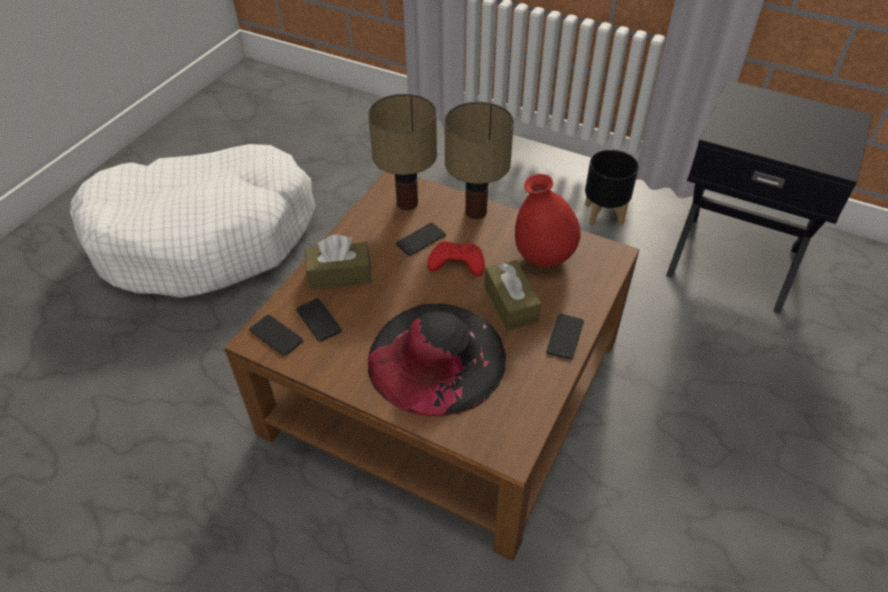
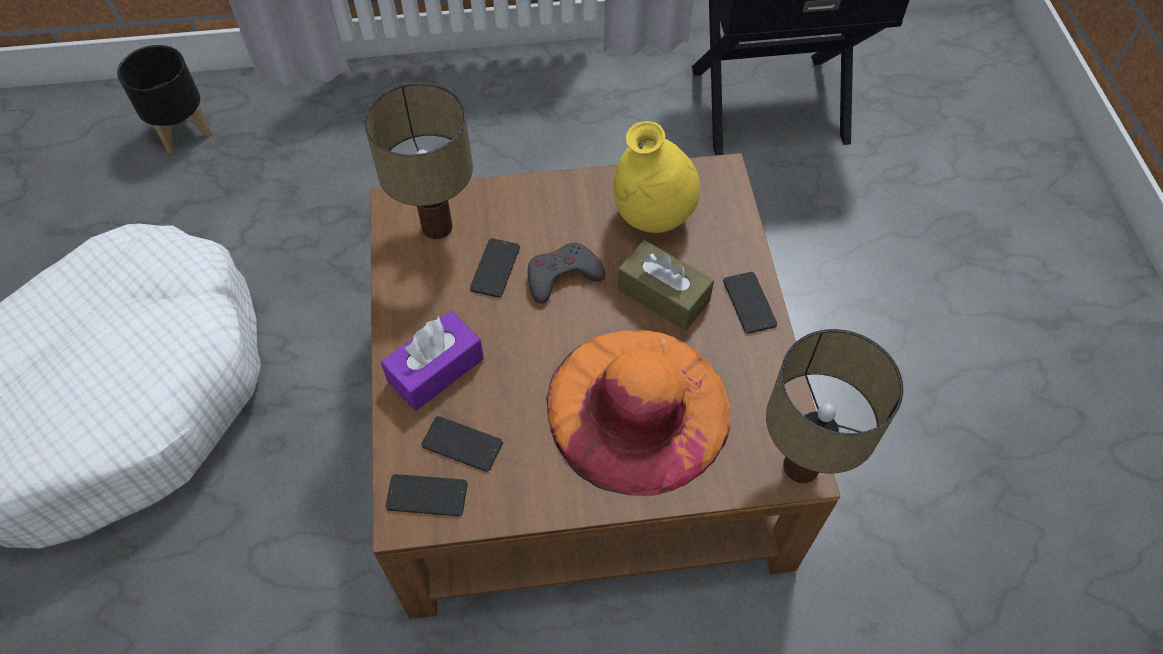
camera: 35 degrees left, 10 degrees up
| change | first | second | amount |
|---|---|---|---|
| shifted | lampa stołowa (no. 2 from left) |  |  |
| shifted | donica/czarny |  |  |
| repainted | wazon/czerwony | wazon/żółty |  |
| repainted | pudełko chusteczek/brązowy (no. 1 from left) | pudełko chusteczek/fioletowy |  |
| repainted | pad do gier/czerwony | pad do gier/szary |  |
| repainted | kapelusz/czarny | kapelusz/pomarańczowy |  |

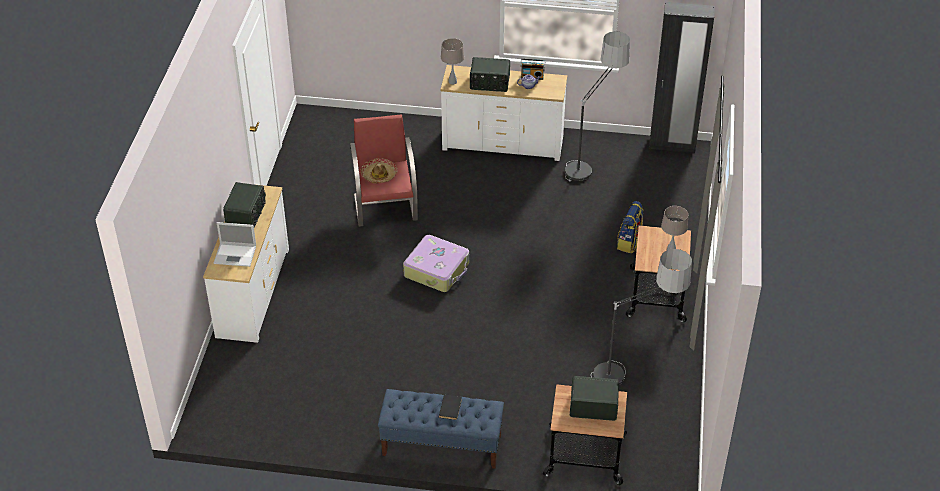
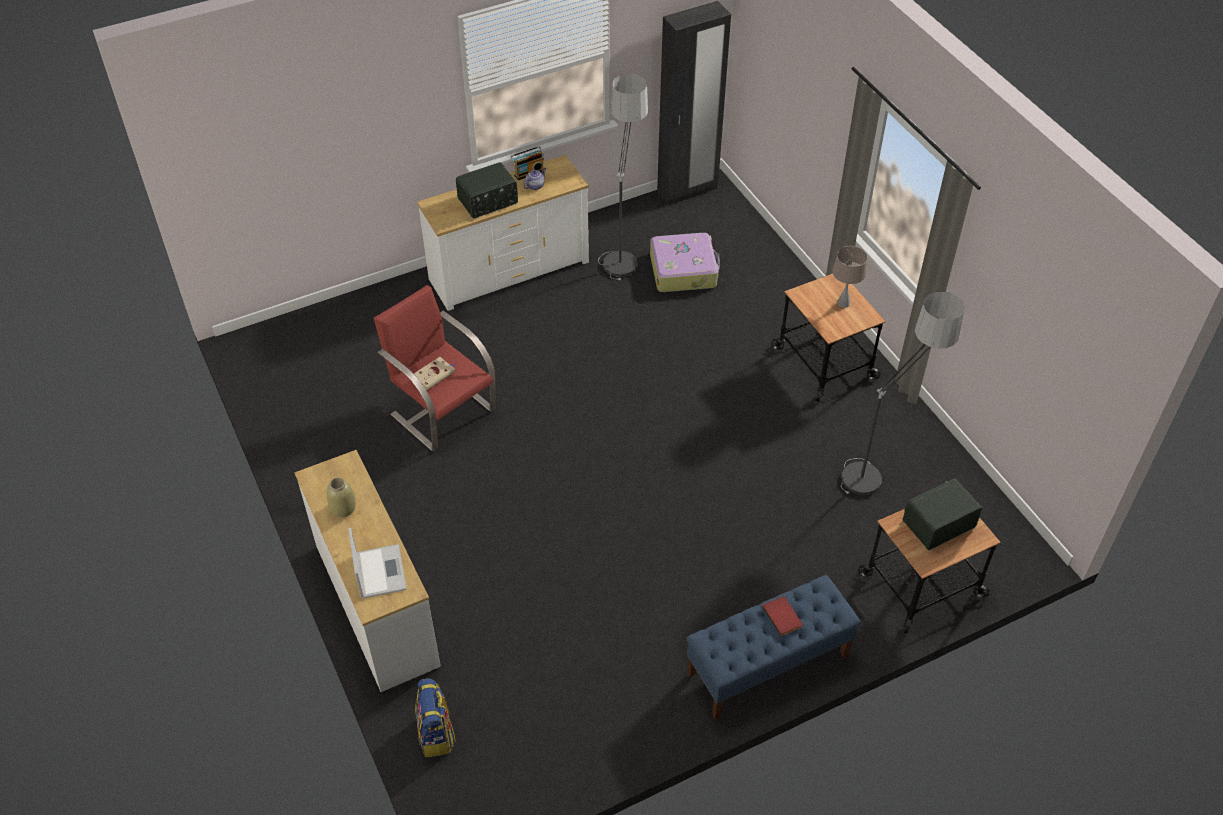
camera: 35 degrees left, 5 degrees up
| change | first | second | amount |
|---|---|---|---|
| gone | lampa stołowa/beżowy (no. 1 from left) |  |  |
| swapped | kapelusz | książka/beżowy |  |
| swapped | radio (no. 1 from left) | wazon/beżowy |  |
| shifted | plecak |  |  |
| rotated | laptop |  | 75 degrees counterclockwise |
| shifted | walizka |  |  |
| repainted | książka/czarny | książka/czerwony |  |

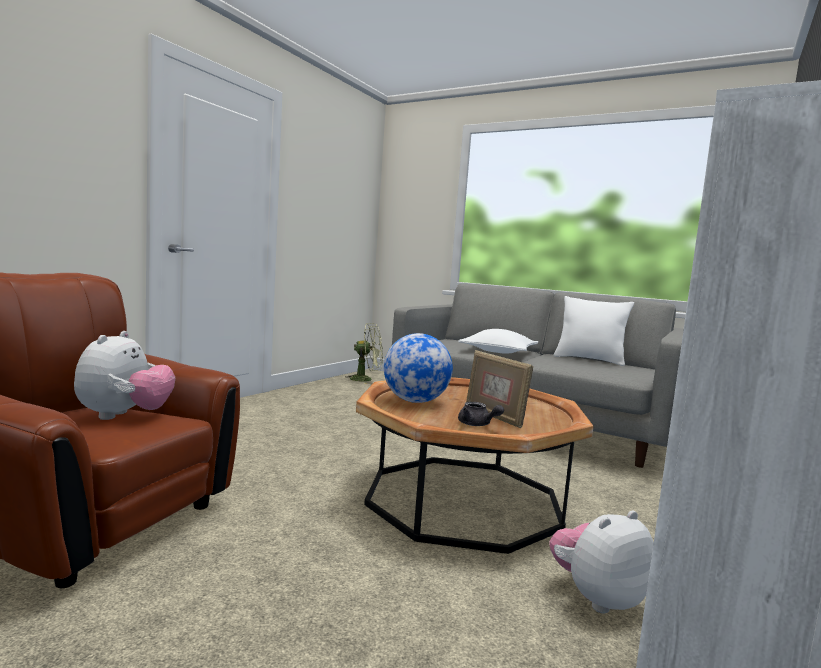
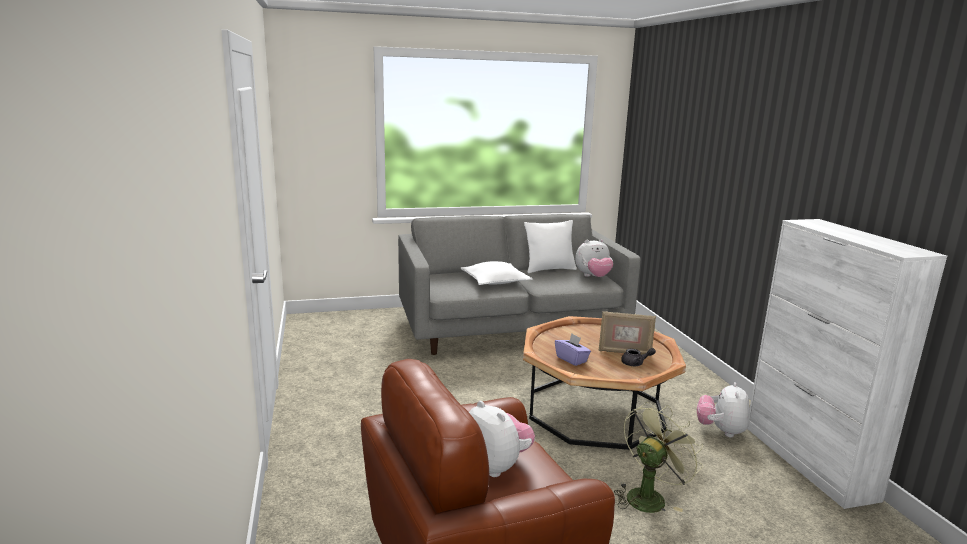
camera: 45 degrees left, 10 degrees up
| change | first | second | amount |
|---|---|---|---|
| shifted | wentylator/zielony |  |  |
| swapped | globus | pudełko chusteczek/fioletowy |  |
| new |  | pluszak (no. 2 from left) |  |

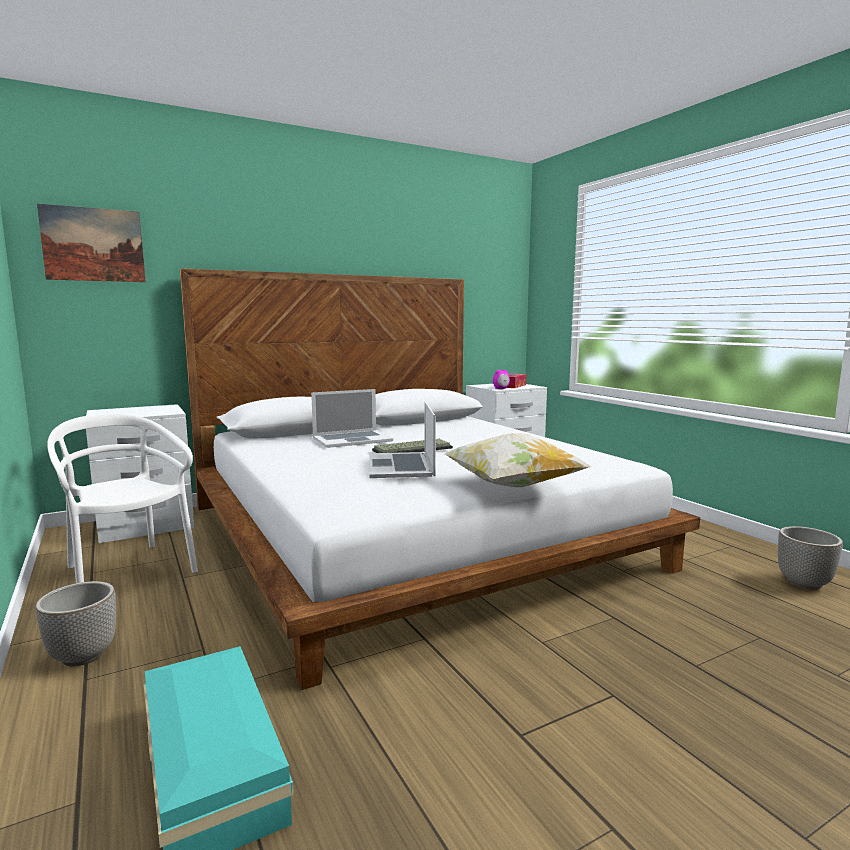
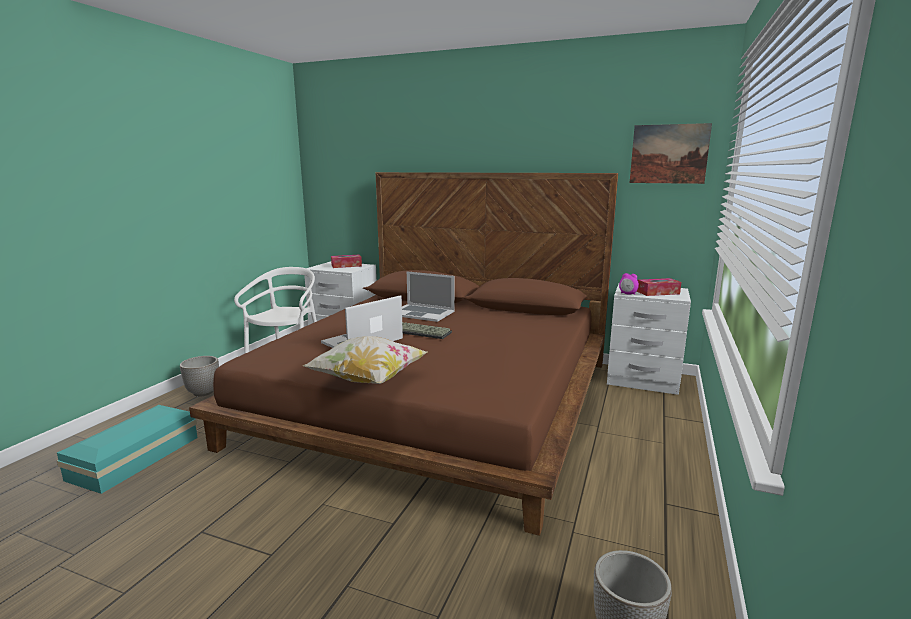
camera: 50 degrees right, 5 degrees up
| change | first | second | amount |
|---|---|---|---|
| shifted | obraz |  |  |
| repainted | łóżko/biały | łóżko/brązowy |  |
| new |  | pudełko chusteczek (no. 1 from left) |  |

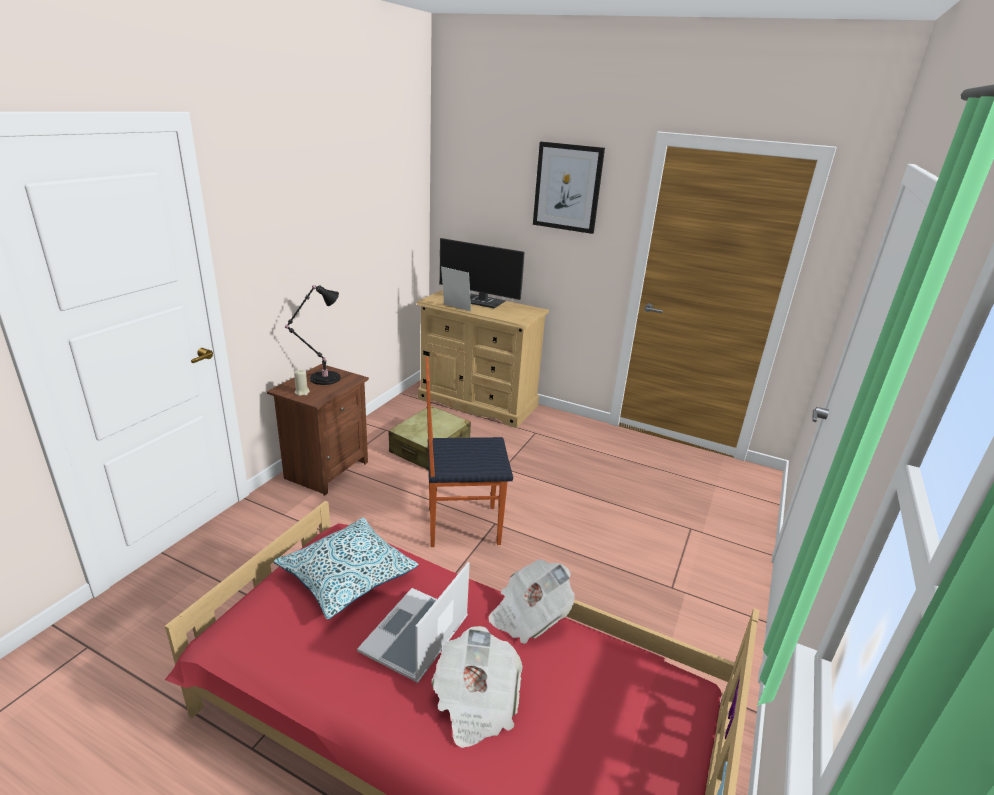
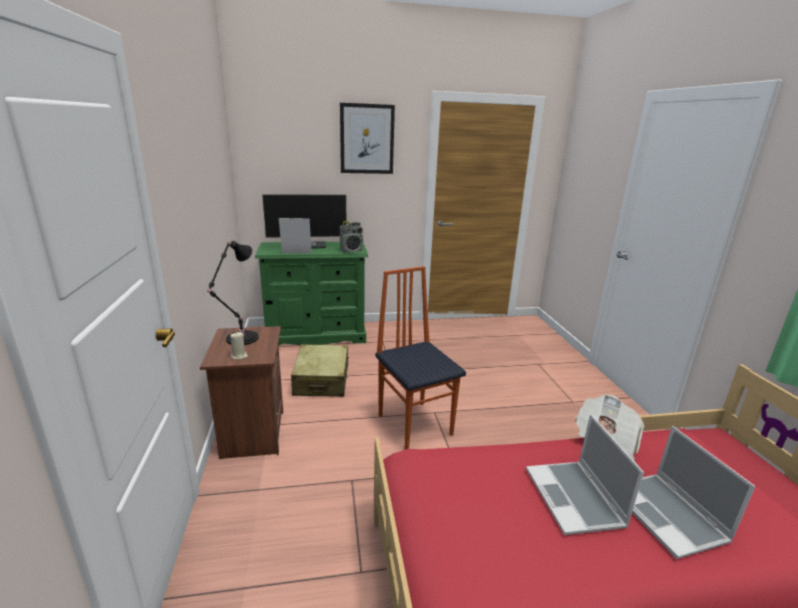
camera: 35 degrees left, 5 degrees down
| change | first | second | amount |
|---|---|---|---|
| repainted | komoda/beżowy | komoda/zielony |  |
| rotated | krzesło |  | 105 degrees clockwise |
| gone | poduszka |  |  |
| swapped | gazeta (no. 1 from left) | laptop (no. 2 from left) |  |
| new |  | radio |  |

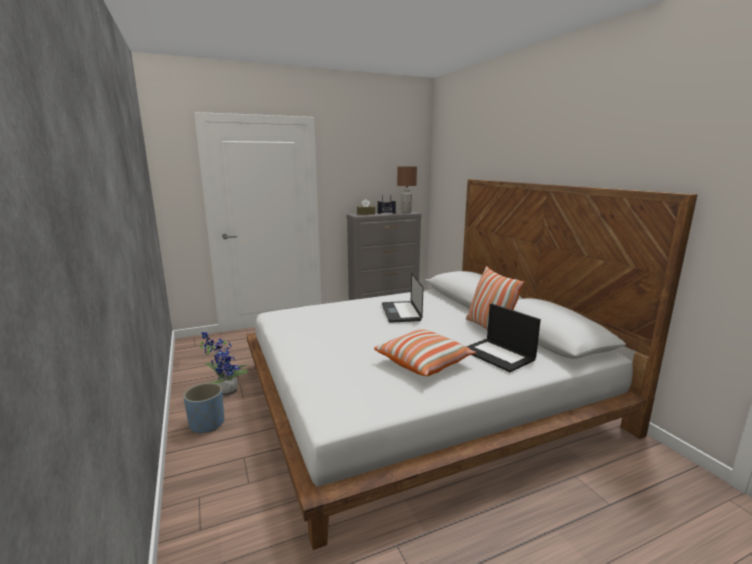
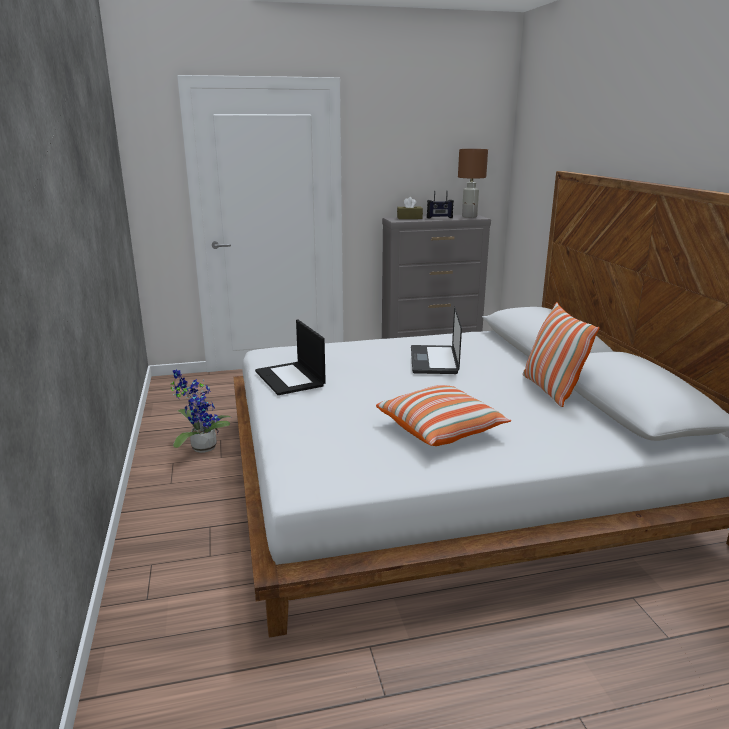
camera: 10 degrees right, 5 degrees up
| change | first | second | amount |
|---|---|---|---|
| shifted | laptop (no. 2 from left in the first image) | laptop (no. 1 from left) |  |
| gone | donica/niebieski |  |  |

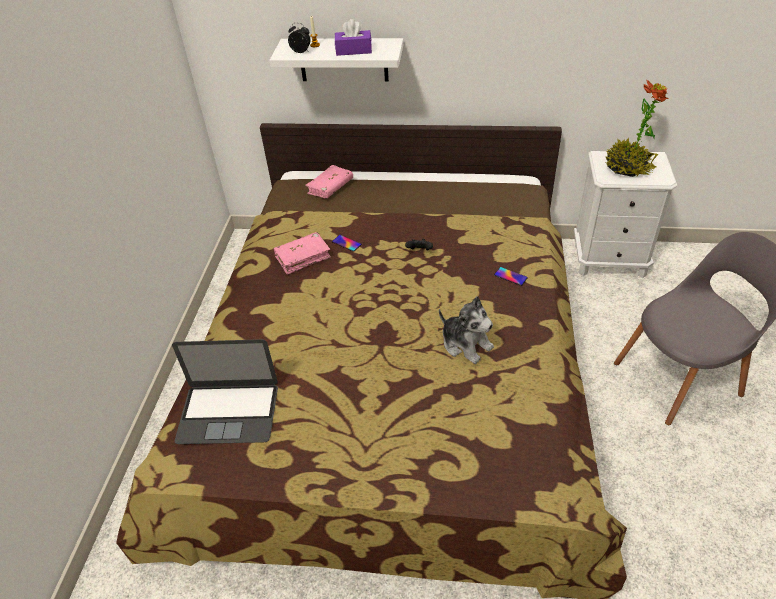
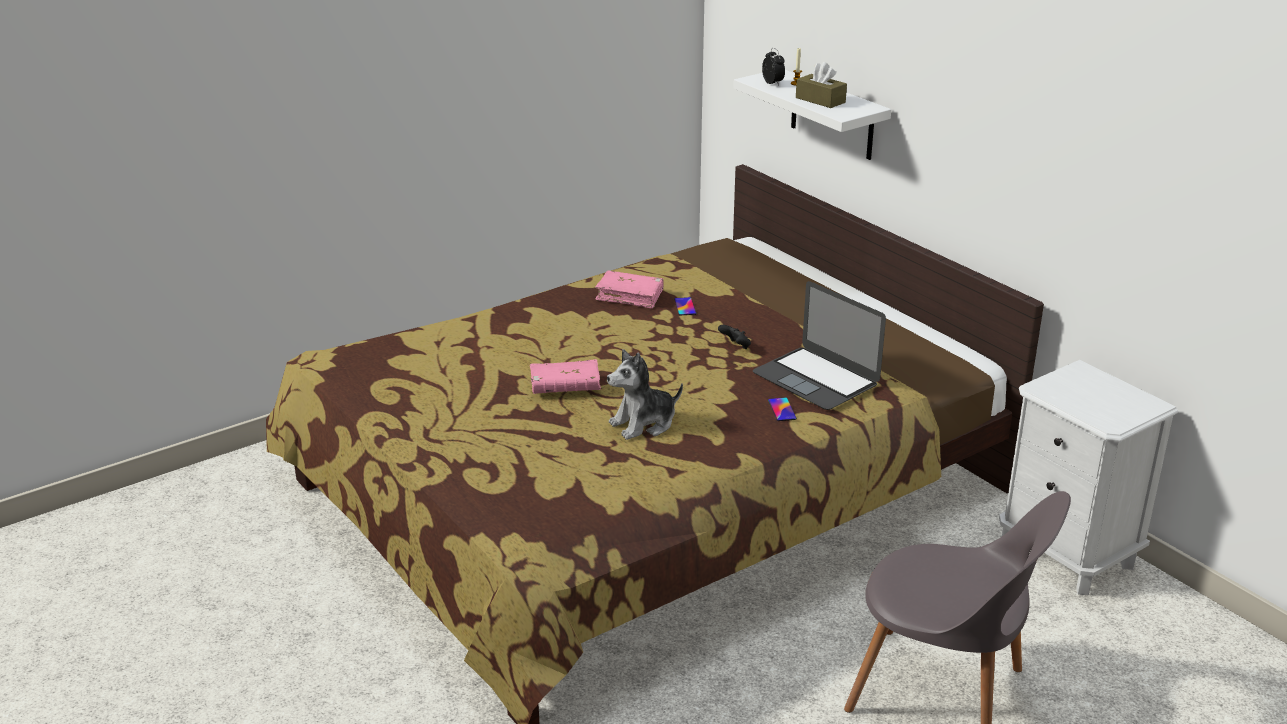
camera: 45 degrees right, 15 degrees down
| change | first | second | amount |
|---|---|---|---|
| repainted | pudełko chusteczek/fioletowy | pudełko chusteczek/brązowy |  |
| gone | roślina doniczkowa |  |  |
| shifted | książka/różowy (no. 2 from left in the first image) | książka/różowy (no. 1 from left) |  |
| rotated | pluszak |  | 60 degrees clockwise |
| shifted | laptop |  |  |

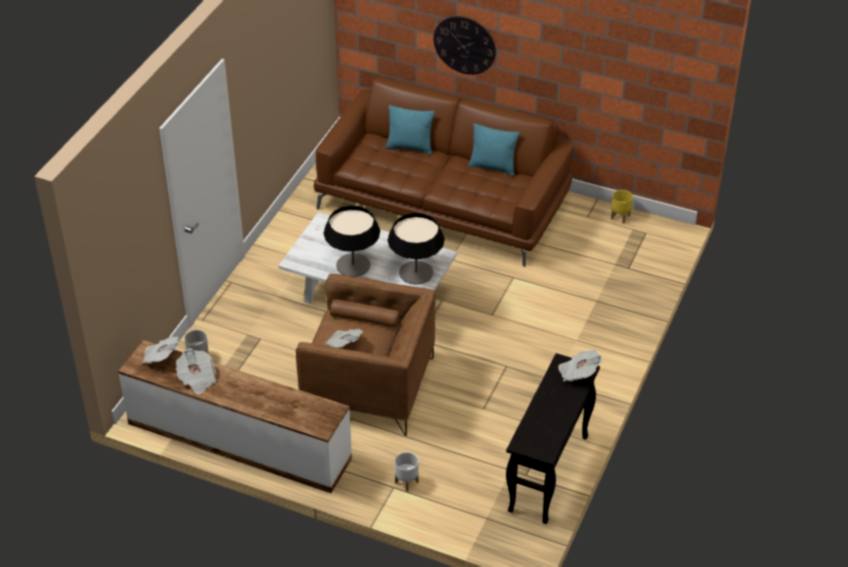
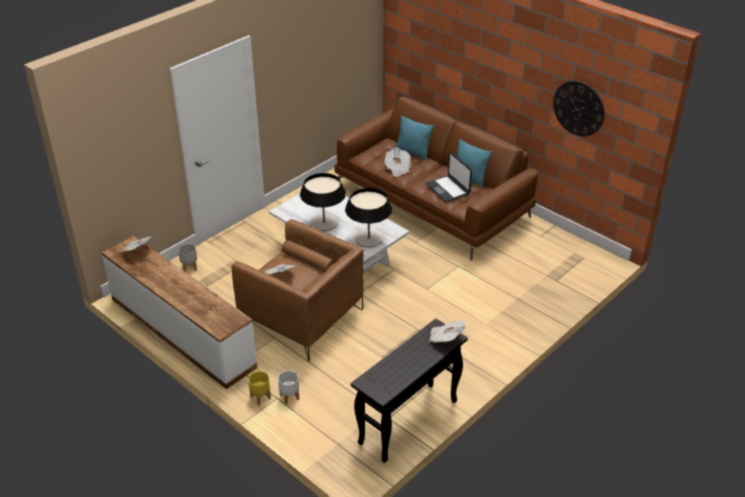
camera: 20 degrees right, 5 degrees down
| change | first | second | amount |
|---|---|---|---|
| shifted | zegar ścienny |  |  |
| shifted | donica/żółty |  |  |
| shifted | gazeta (no. 2 from left in the first image) | gazeta (no. 3 from left) |  |
| new |  | laptop |  |

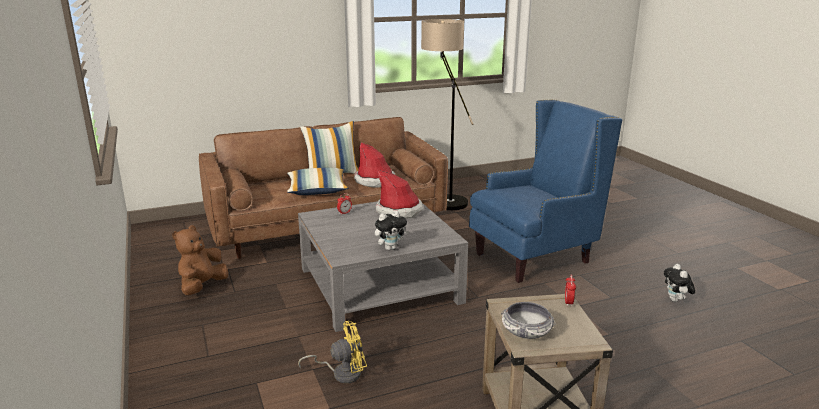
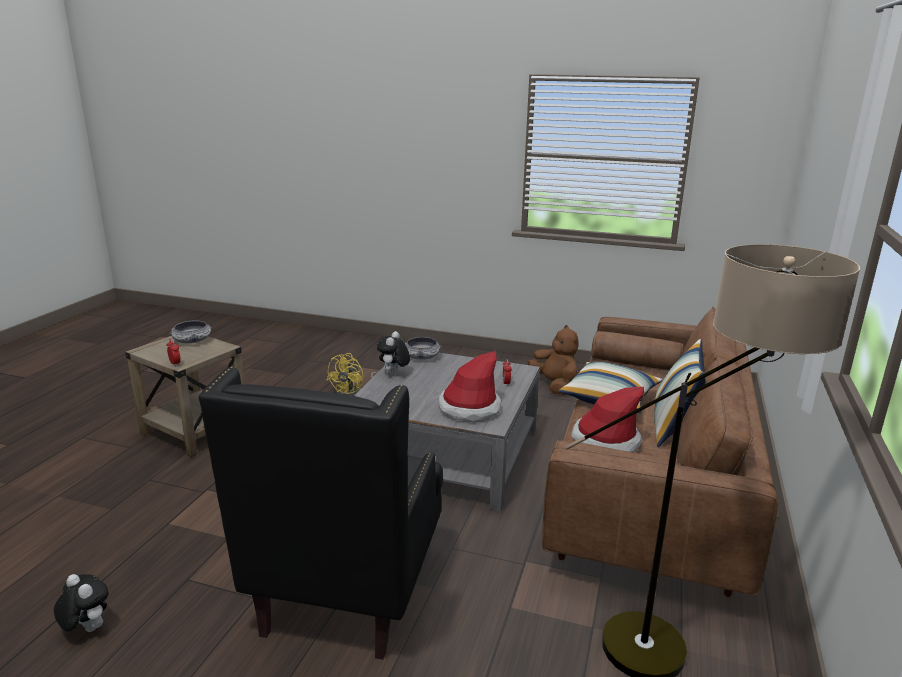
camera: 130 degrees right, 0 degrees up
| change | first | second | amount |
|---|---|---|---|
| repainted | fotel/niebieski | fotel/czarny |  |
| new |  | miska (no. 2 from left) |  |

